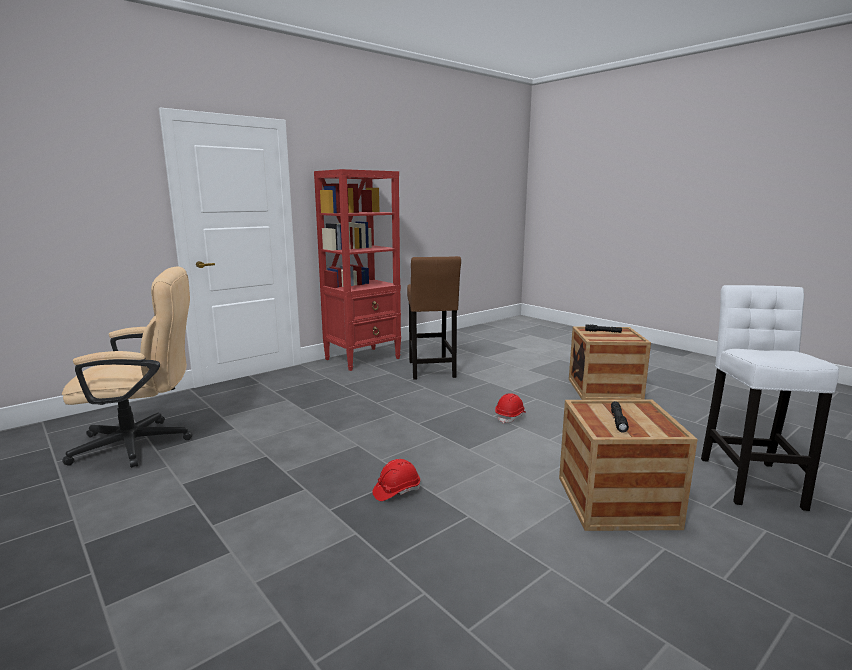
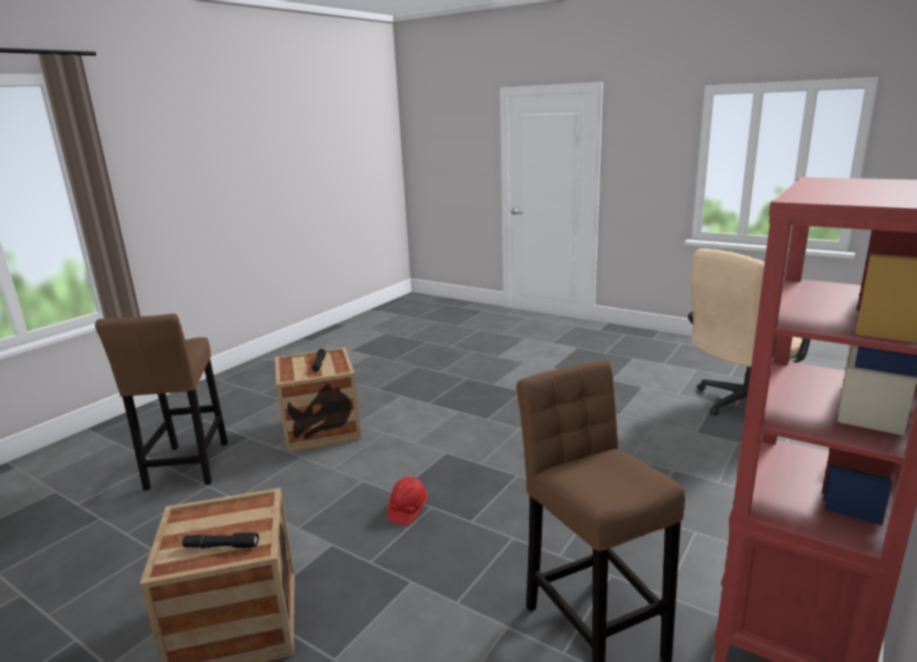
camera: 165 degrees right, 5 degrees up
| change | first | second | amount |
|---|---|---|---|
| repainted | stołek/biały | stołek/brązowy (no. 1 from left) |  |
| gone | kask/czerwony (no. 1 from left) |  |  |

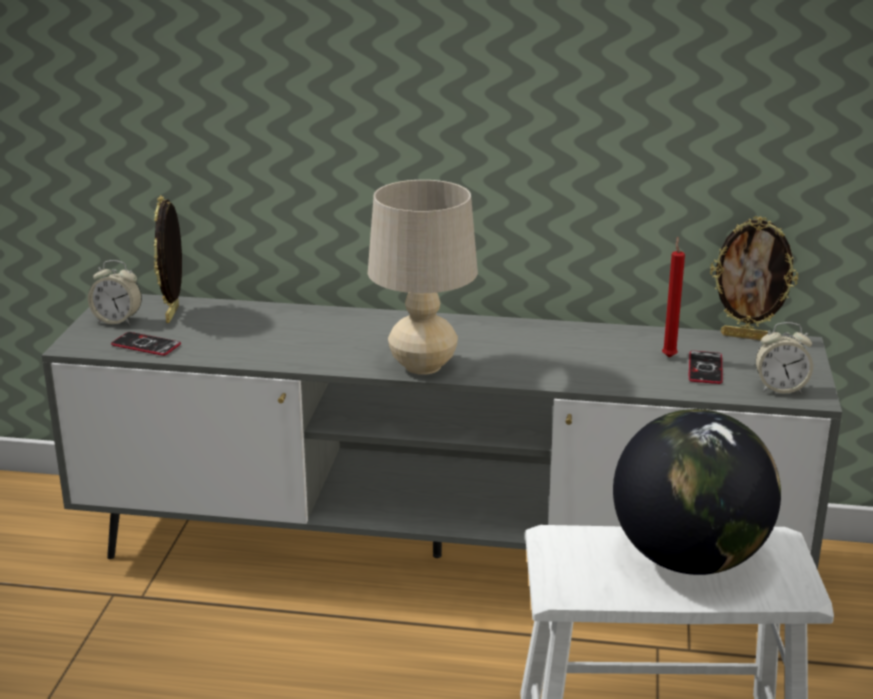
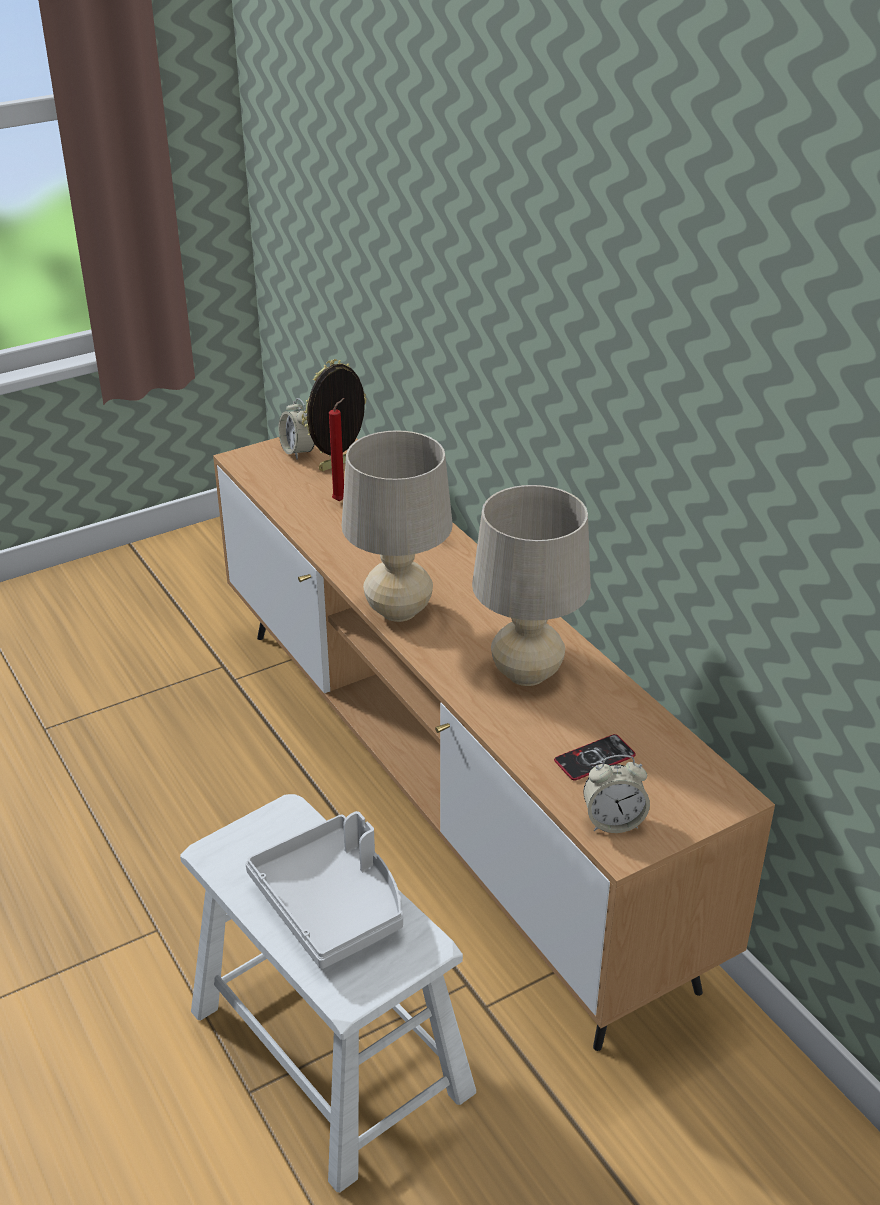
camera: 50 degrees right, 10 degrees up
| change | first | second | amount |
|---|---|---|---|
| gone | ramka na zdjęcie (no. 2 from left) |  |  |
| shifted | świeca/czerwony |  |  |
| repainted | szafka pod telewizor/szary | szafka pod telewizor/brązowy |  |
| rotated | budzik (no. 2 from left) |  | 60 degrees counterclockwise |
| gone | telefon (no. 1 from left) |  |  |
| swapped | globus | taca/szary |  |
| new |  | lampa stołowa/beżowy (no. 2 from left) |  |

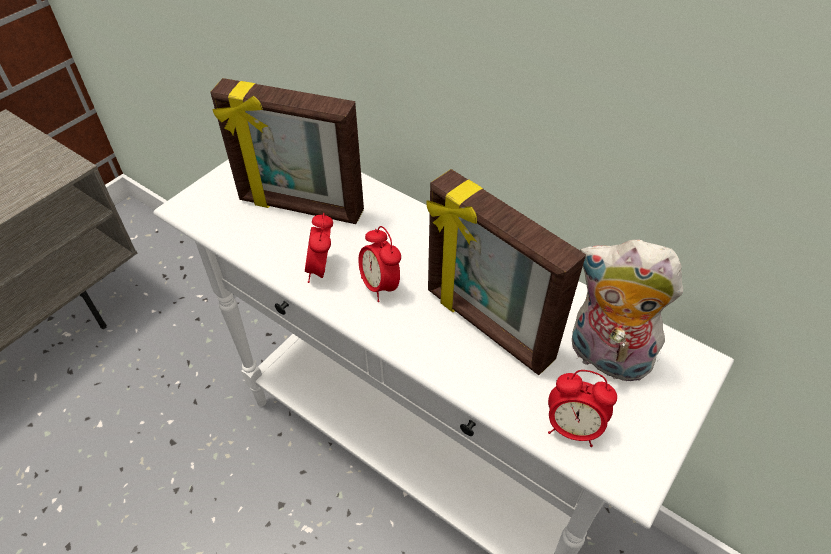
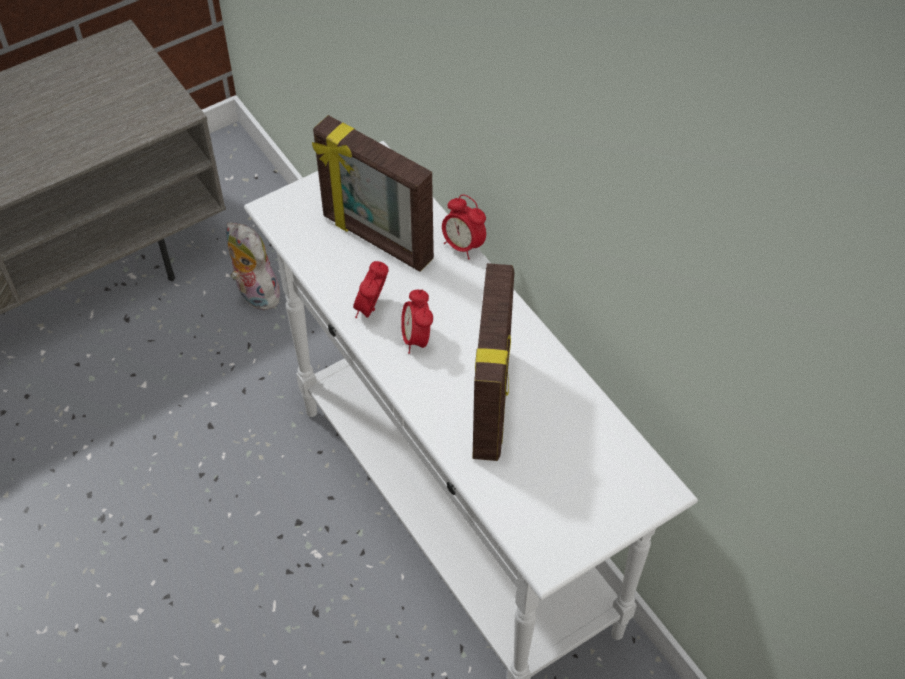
camera: 20 degrees right, 5 degrees up
| change | first | second | amount |
|---|---|---|---|
| rotated | ramka na zdjęcie (no. 2 from left) |  | 150 degrees counterclockwise |
| shifted | pluszak |  |  |
| shifted | budzik (no. 3 from left) |  |  |

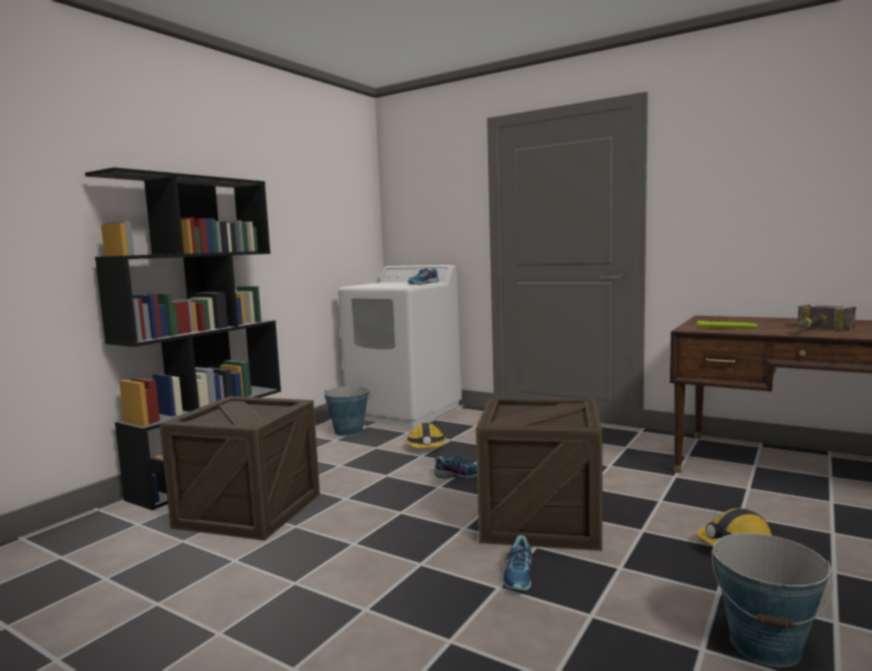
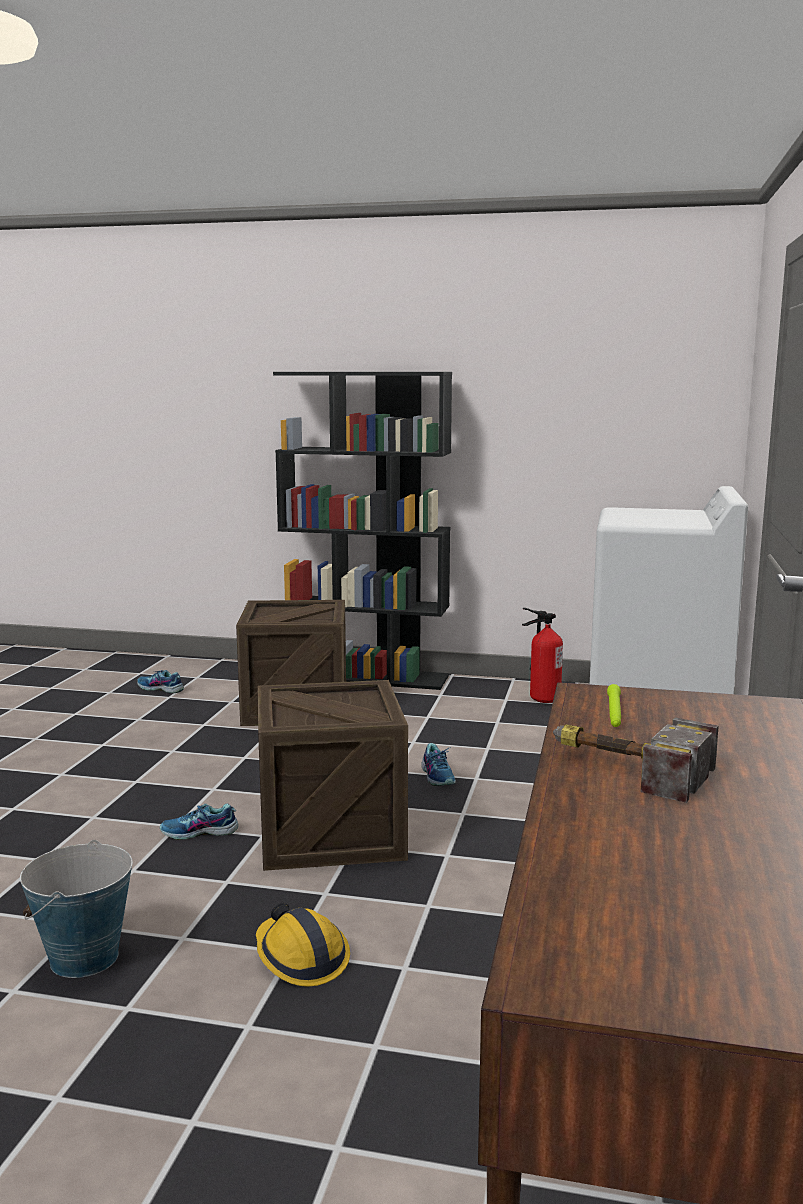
camera: 70 degrees right, 5 degrees up
| change | first | second | amount |
|---|---|---|---|
| shifted | but (no. 1 from left) |  |  |
| swapped | wiadro (no. 1 from left) | gaśnica |  |
| gone | kask (no. 1 from left) |  |  |

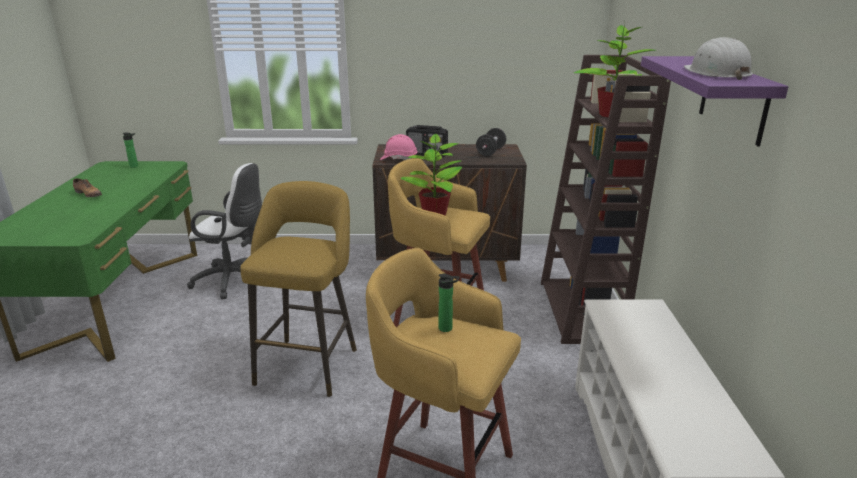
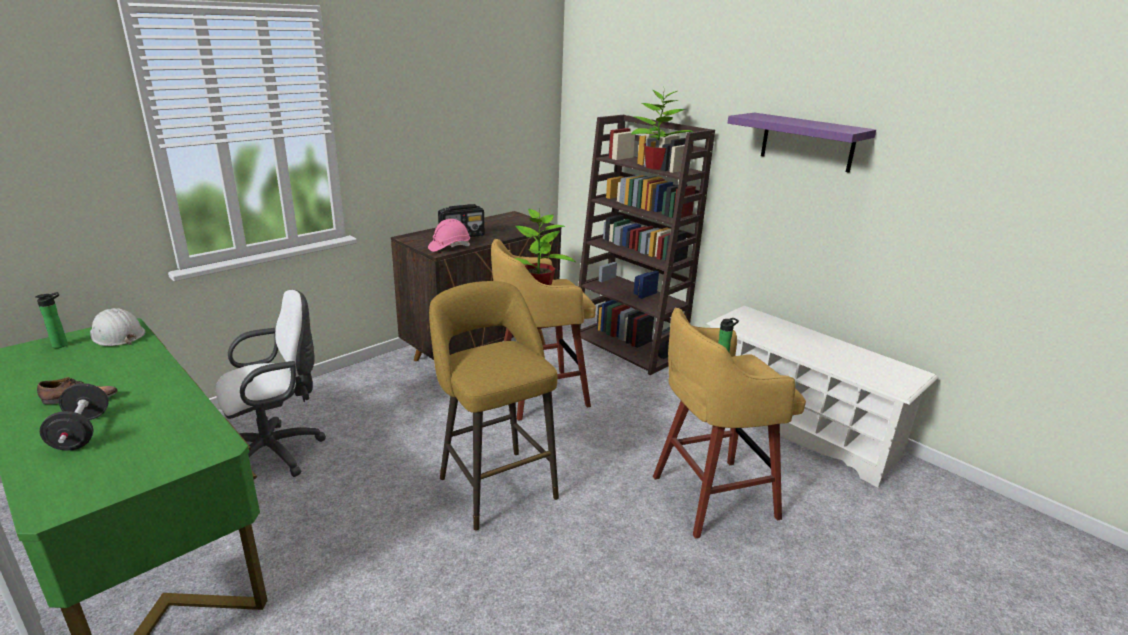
camera: 45 degrees left, 0 degrees up
| change | first | second | amount |
|---|---|---|---|
| shifted | kask/biały |  |  |
| shifted | hantel/czarny |  |  |

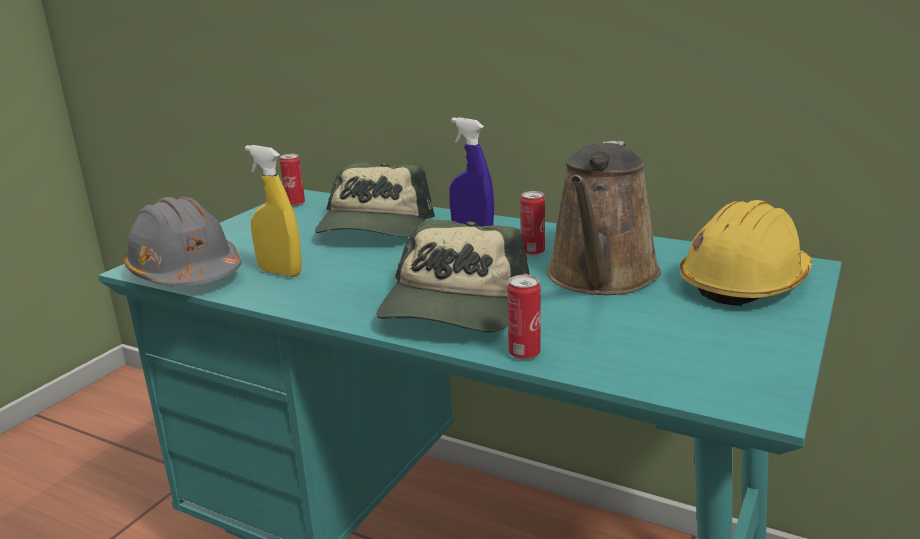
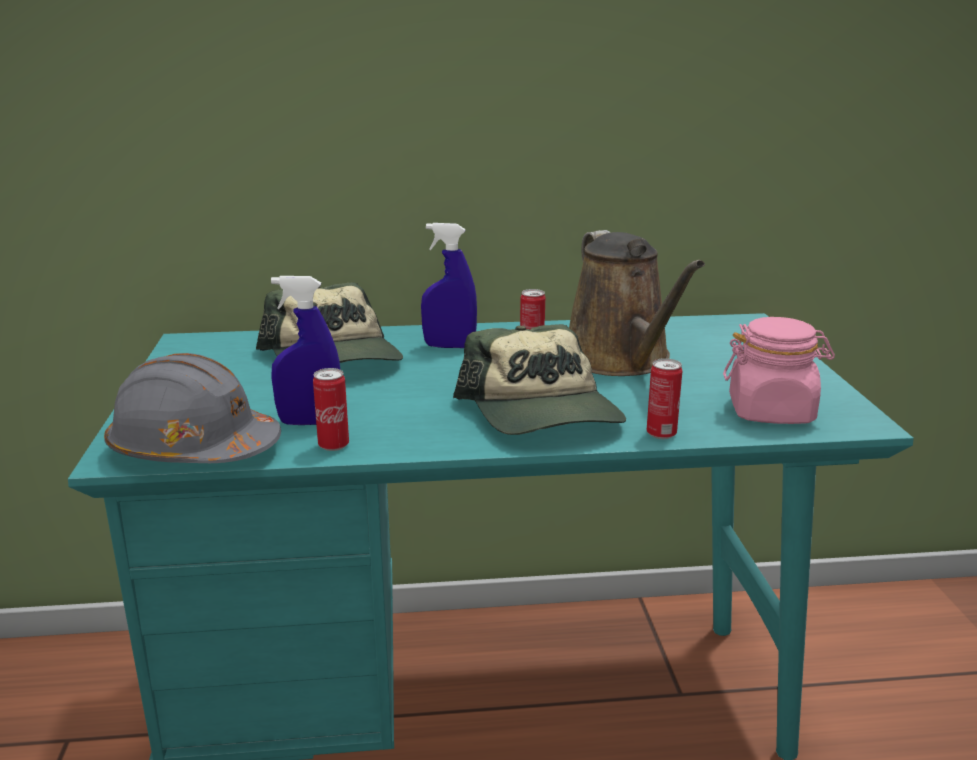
camera: 35 degrees left, 0 degrees up
| change | first | second | amount |
|---|---|---|---|
| repainted | spryskiwacz/żółty | spryskiwacz/niebieski (no. 1 from left) |  |
| shifted | puszka (no. 1 from left) |  |  |
| gone | kask/żółty |  |  |
| new |  | słoik/różowy |  |

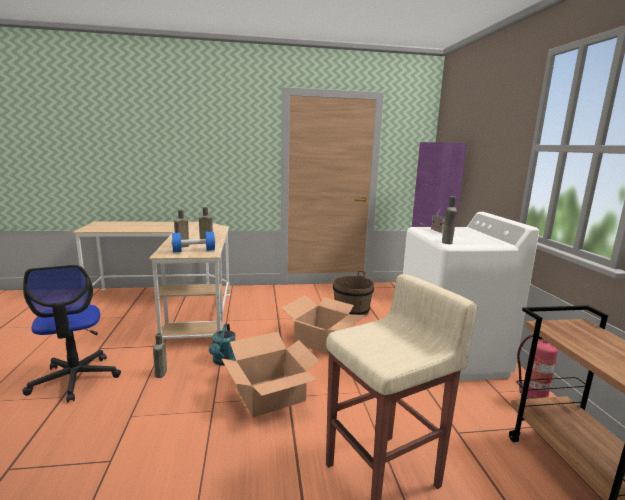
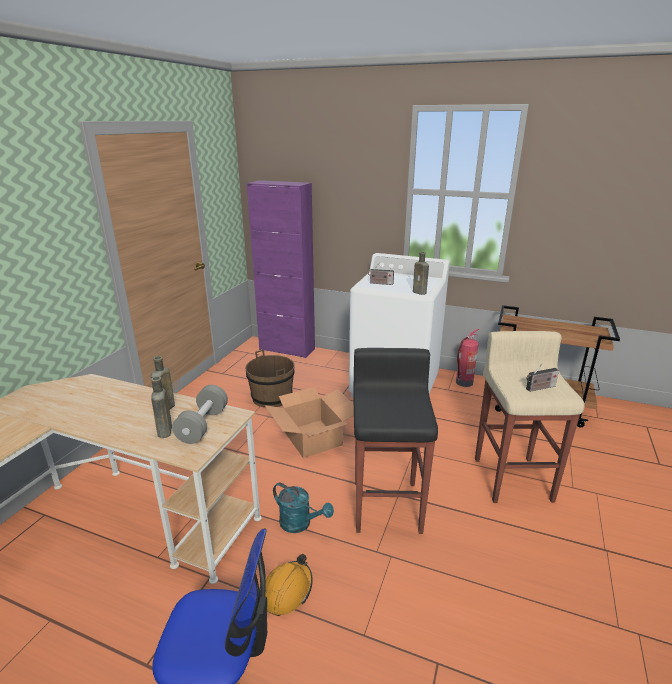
camera: 60 degrees left, 10 degrees up
| change | first | second | amount |
|---|---|---|---|
| repainted | hantel/niebieski | hantel/szary |  |
| swapped | karton (no. 1 from left) | stołek/czarny |  |
| swapped | butelka/brązowy (no. 1 from left) | kask/pomarańczowy |  |
| new |  | radio (no. 2 from left) |  |

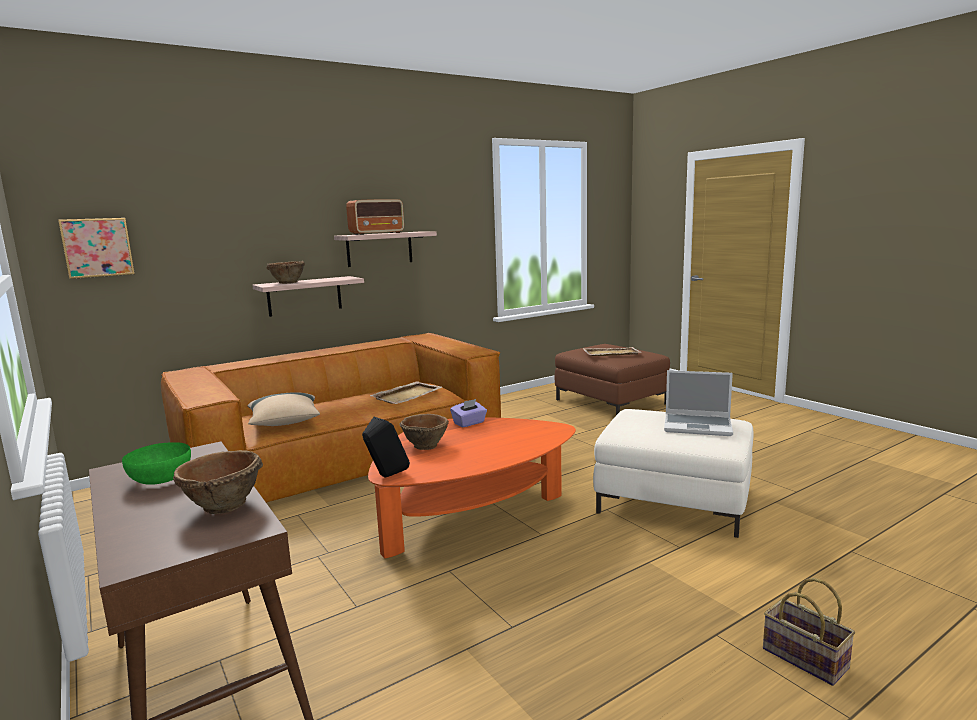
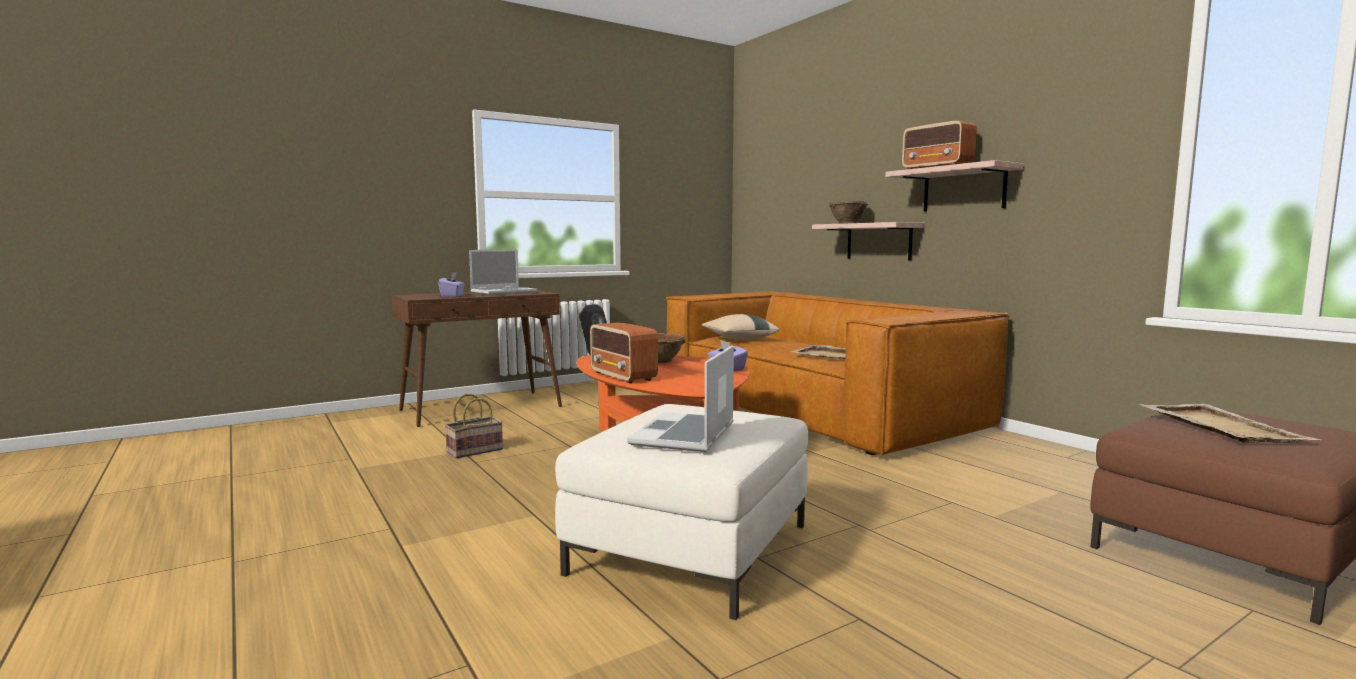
camera: 90 degrees right, 5 degrees down
| change | first | second | amount |
|---|---|---|---|
| gone | obraz |  |  |
| swapped | miska/zielony | laptop (no. 1 from left) |  |
| swapped | miska/brązowy (no. 1 from left) | pudełko chusteczek/fioletowy (no. 1 from left) |  |
| shifted | koszyk |  |  |
| new |  | radio (no. 1 from left) |  |

